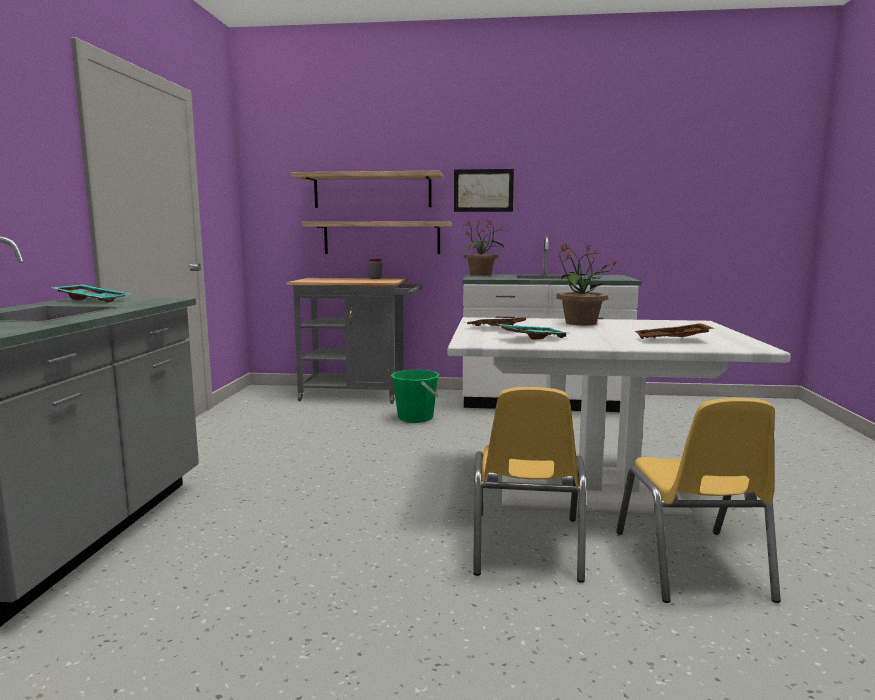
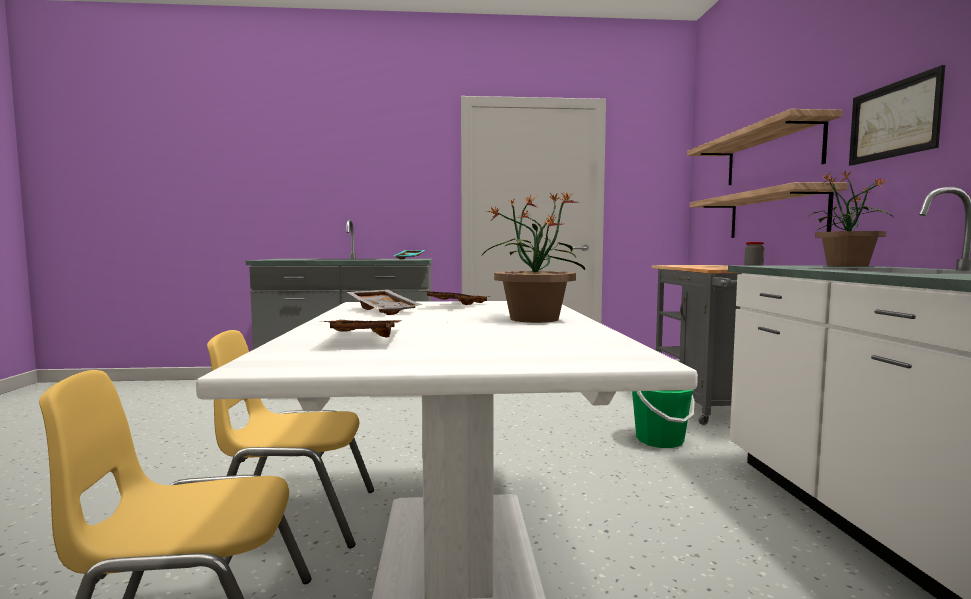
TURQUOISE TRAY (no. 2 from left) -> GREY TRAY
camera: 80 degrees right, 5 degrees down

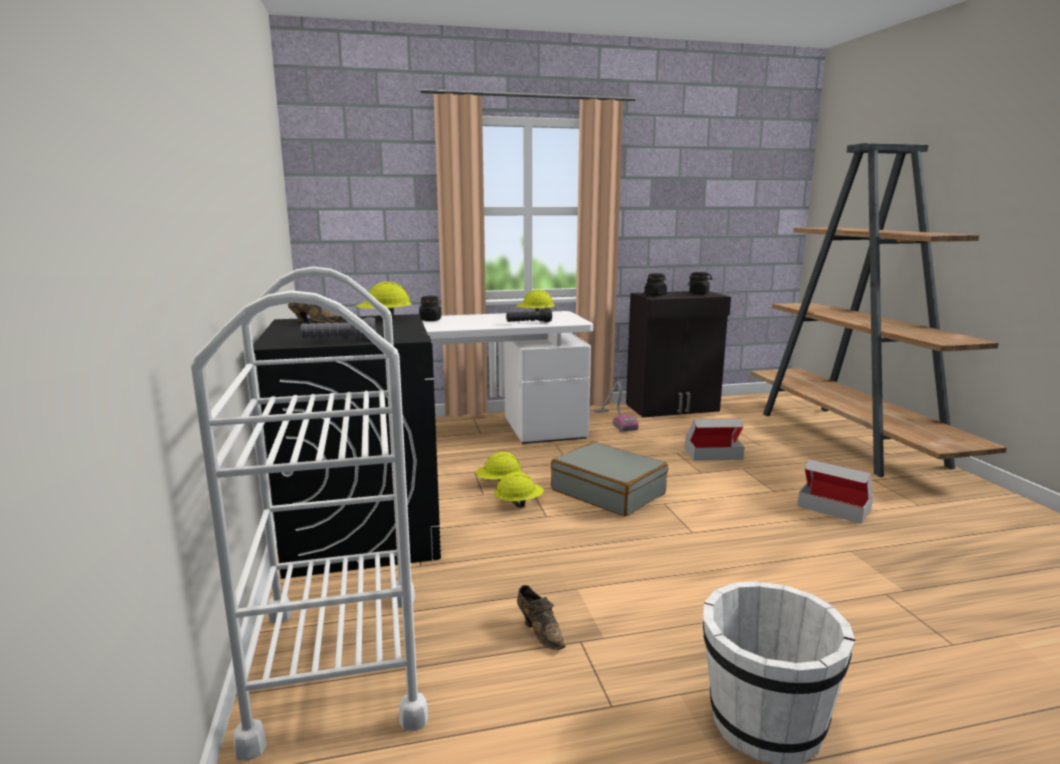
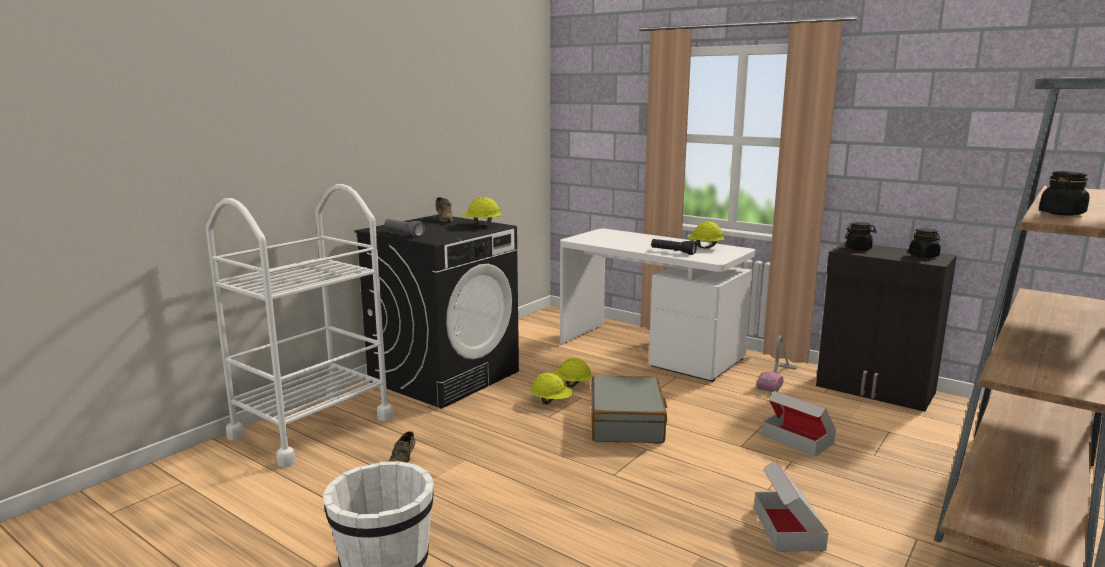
BLACK JAR (no. 1 from left in the first image) -> BLACK JAR (no. 3 from left), relocated
camera: 50 degrees right, 0 degrees up

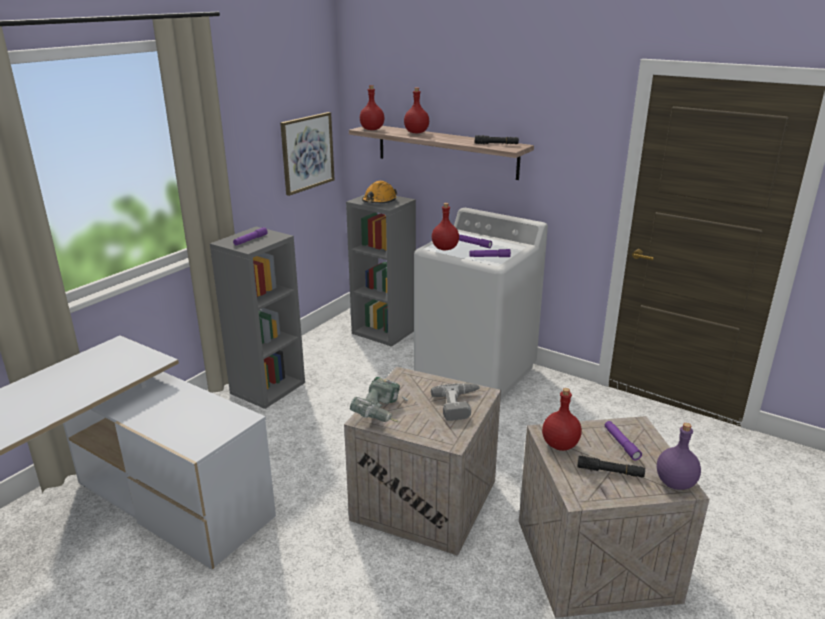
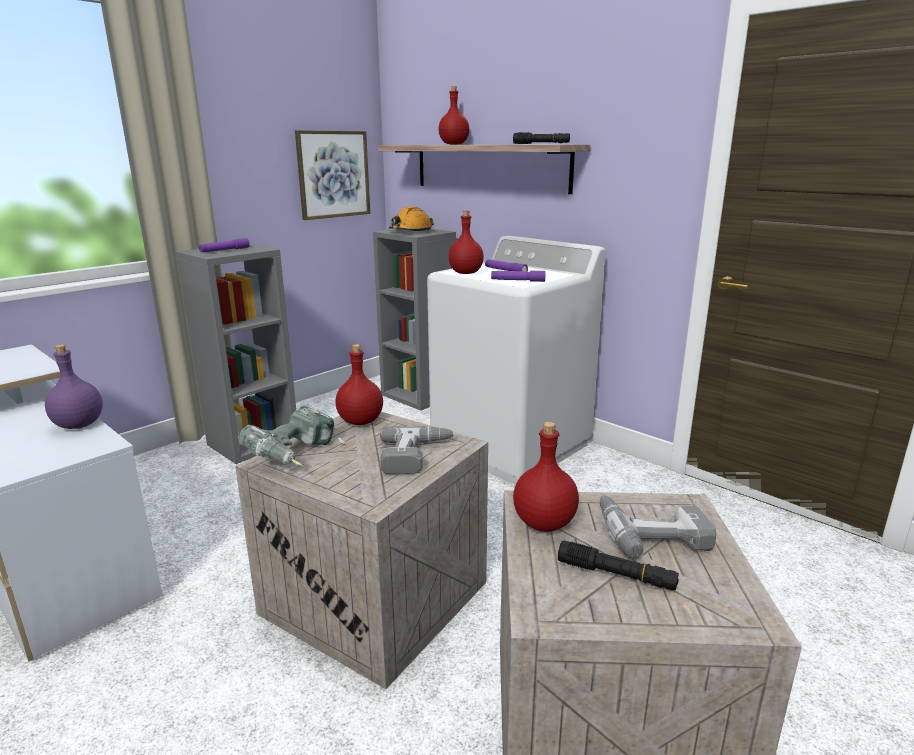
RED BOTTLE (no. 1 from left), relocated
PURPLE FLASHLIGHT (no. 4 from left) -> POWER DRILL (no. 3 from left)
PURPLE BOTTLE, relocated
camera: 10 degrees right, 5 degrees down

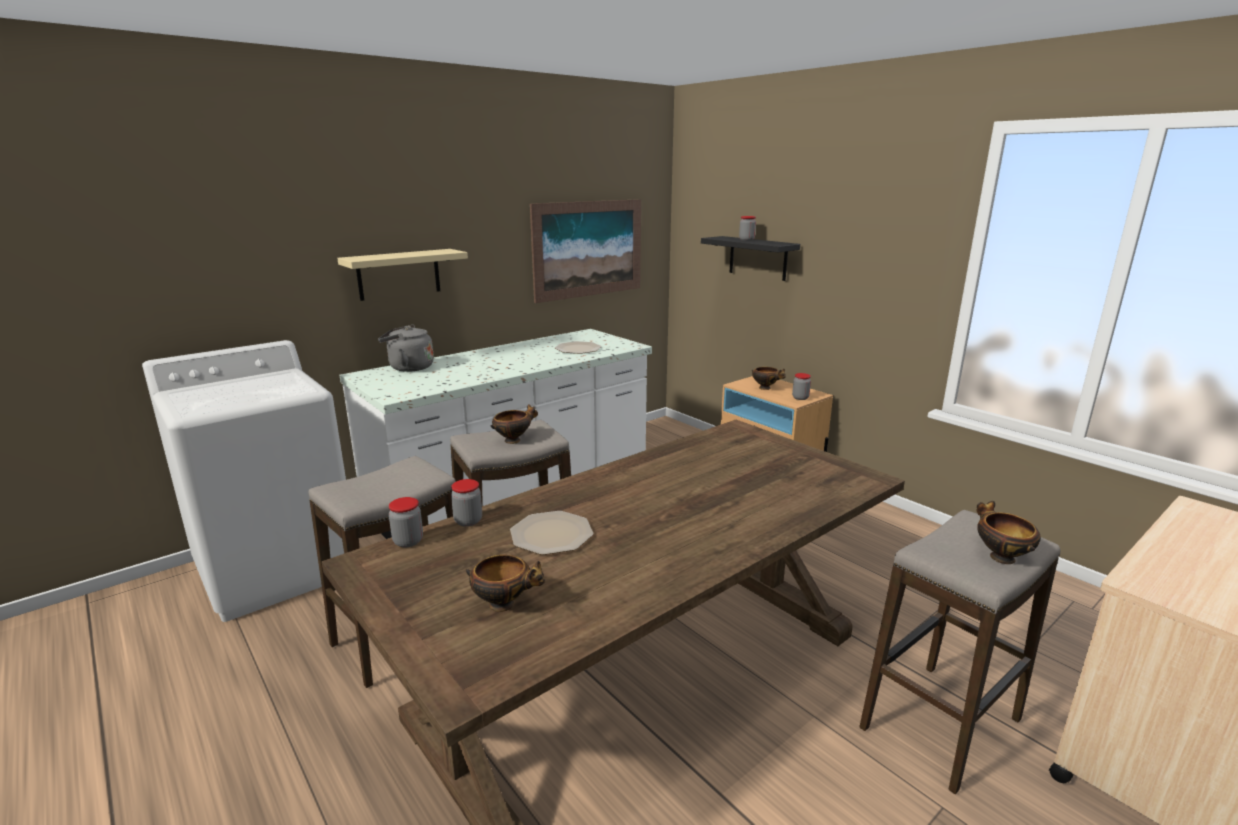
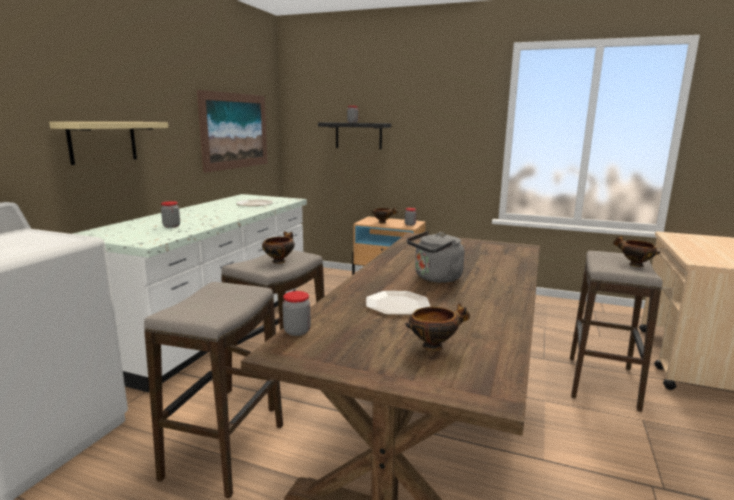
GREY KETTLE, relocated
JAR (no. 2 from left in the first image) -> JAR (no. 1 from left), relocated
camera: 30 degrees left, 5 degrees down

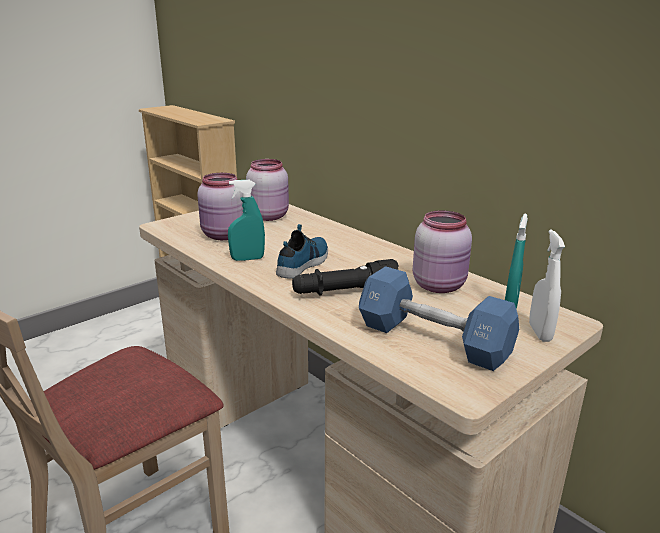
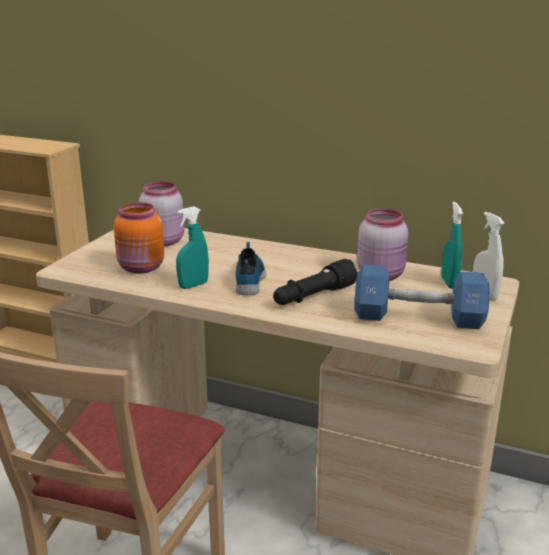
PINK JAR (no. 1 from left) -> ORANGE JAR
camera: 25 degrees left, 0 degrees up

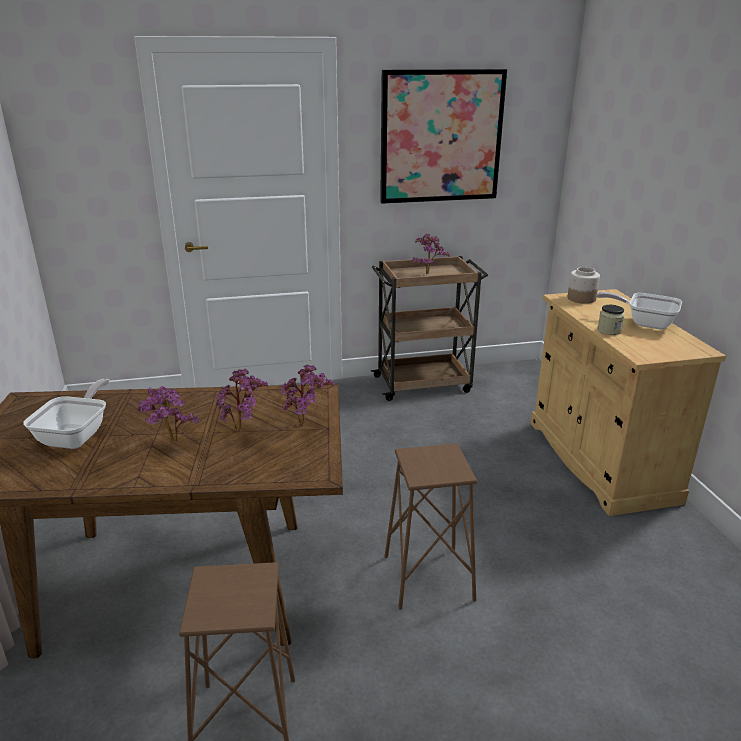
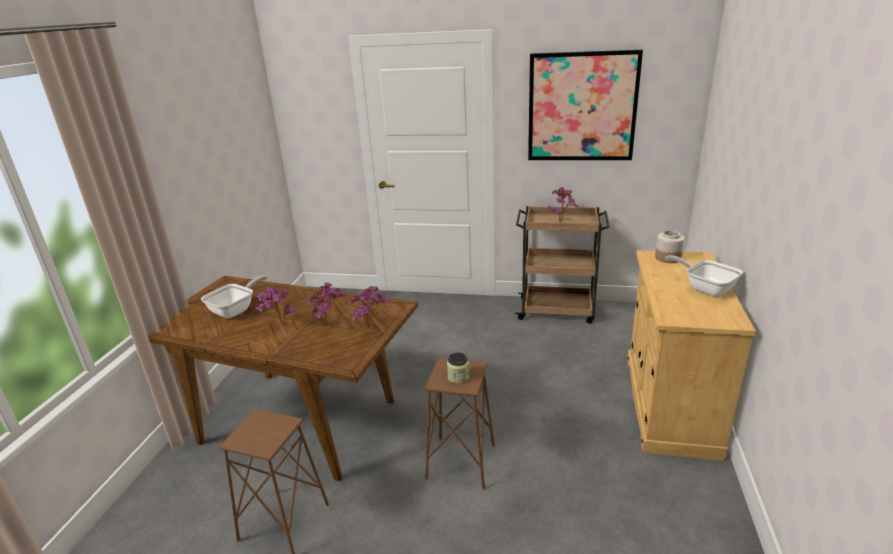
JAR (no. 2 from left in the first image) -> JAR (no. 1 from left), relocated
camera: 25 degrees right, 0 degrees up

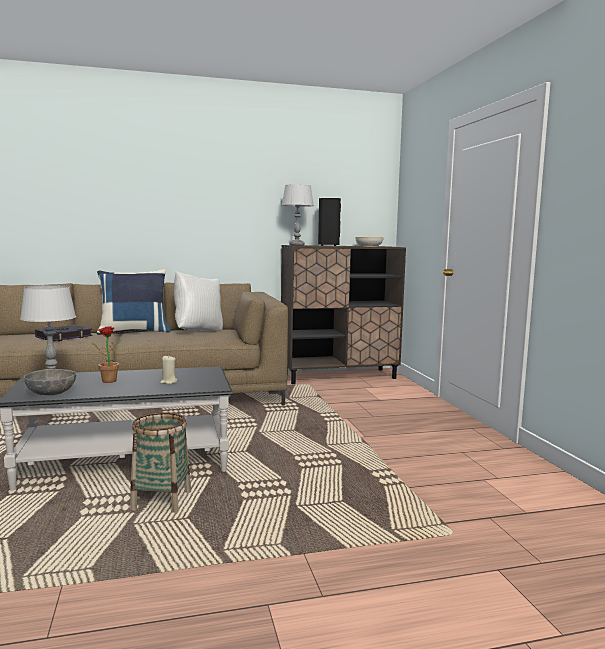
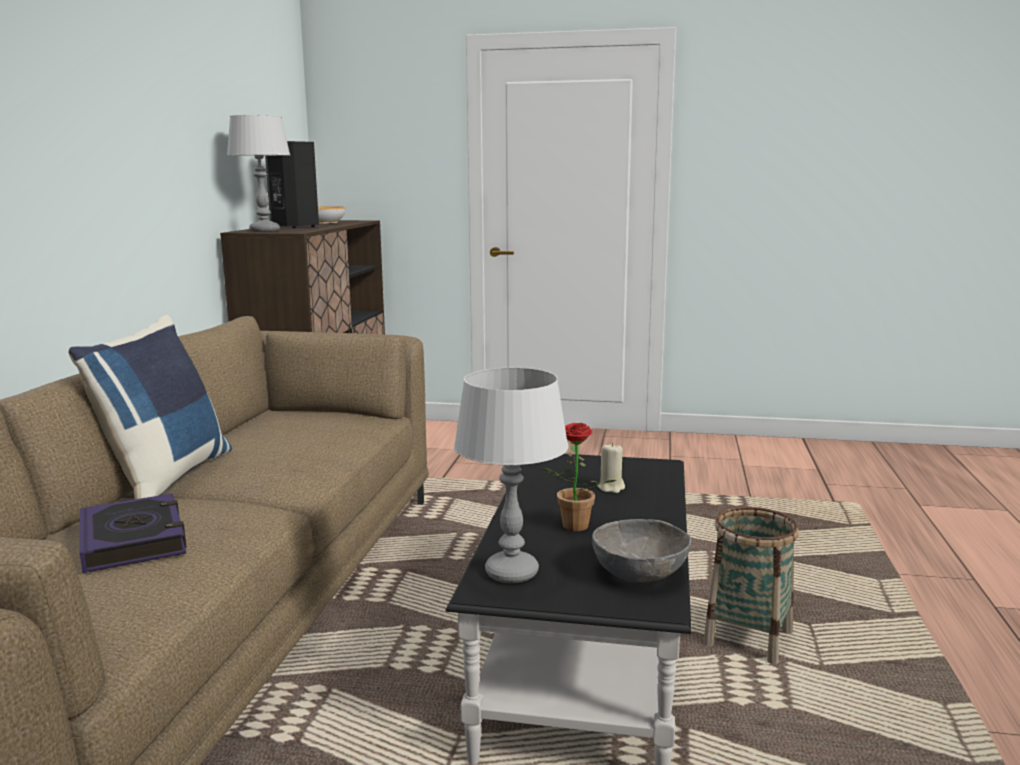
WHITE PILLOW -> none
camera: 65 degrees left, 5 degrees up

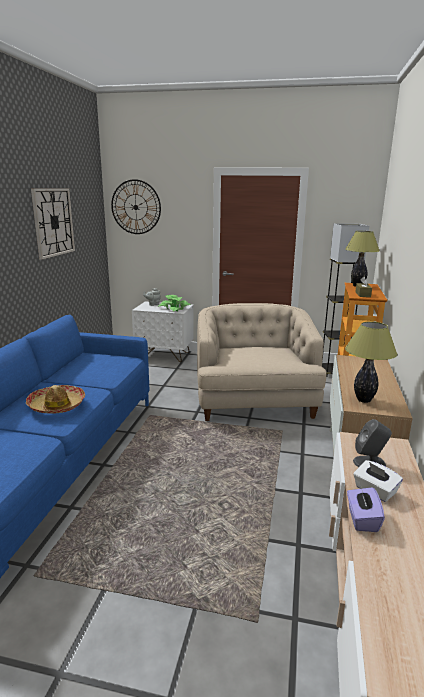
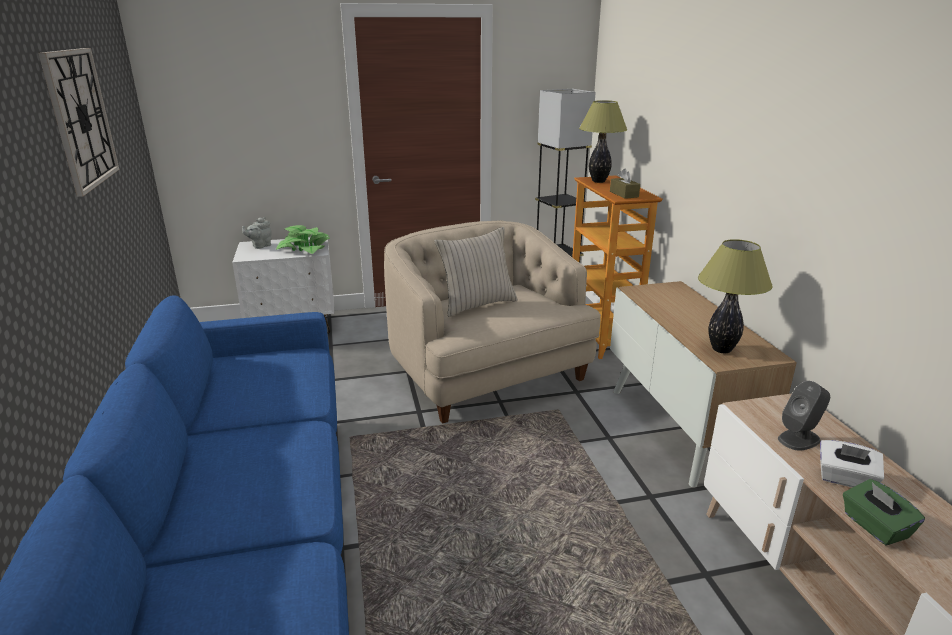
WALL CLOCK (no. 2 from left) -> none
HAT -> none
PURPLE TISSUE BOX -> GREEN TISSUE BOX
none -> BEIGE PILLOW
camera: 25 degrees left, 5 degrees up

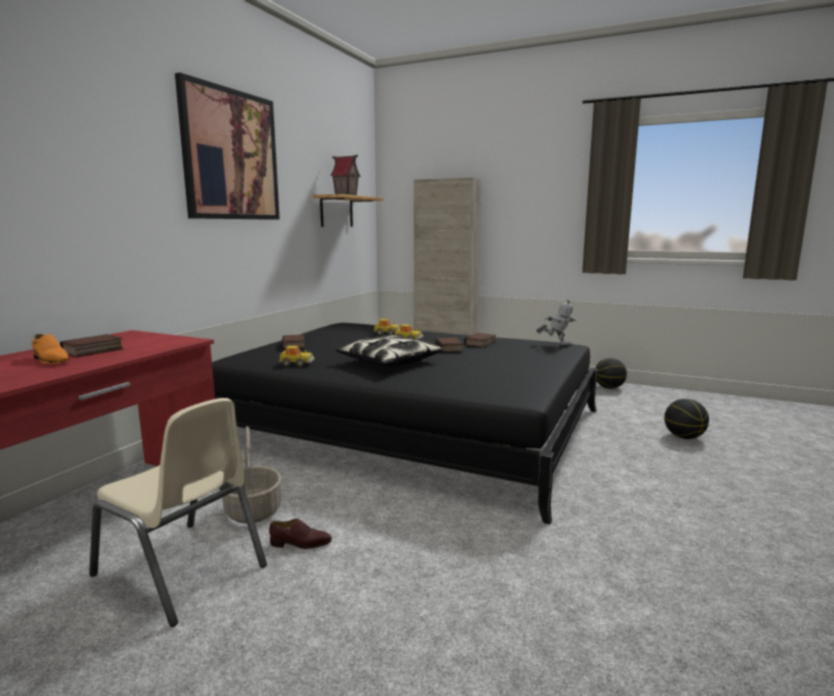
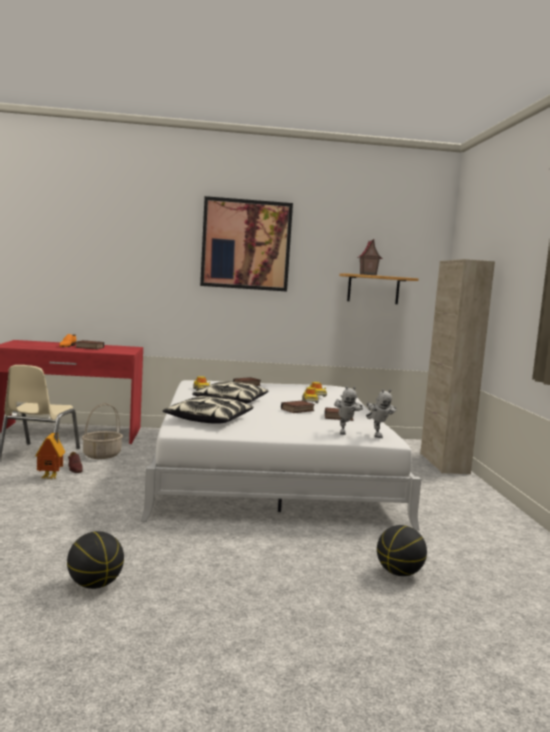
BLACK BED -> WHITE BED
BASKETBALL (no. 1 from left), relocated
none -> TOY ROBOT (no. 1 from left)
none -> PILLOW (no. 1 from left)
none -> TOY HOUSE (no. 1 from left)
camera: 60 degrees right, 5 degrees down

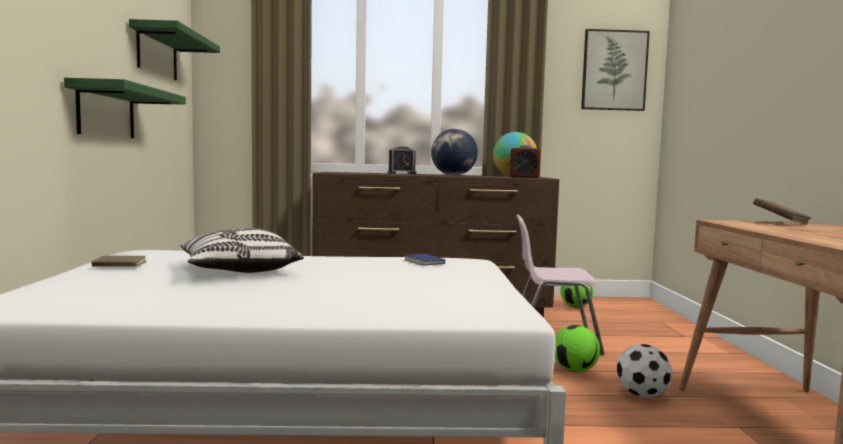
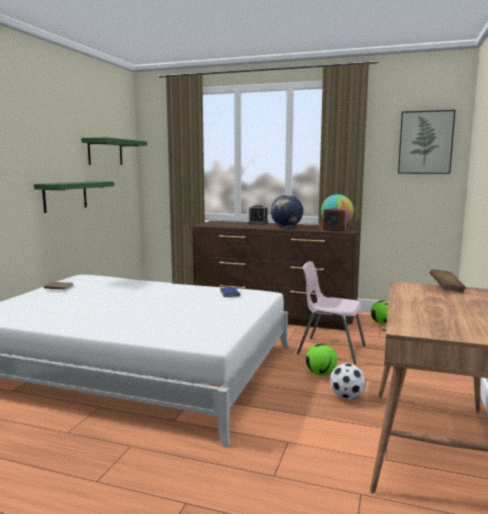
PILLOW -> none
camera: 20 degrees right, 5 degrees up

